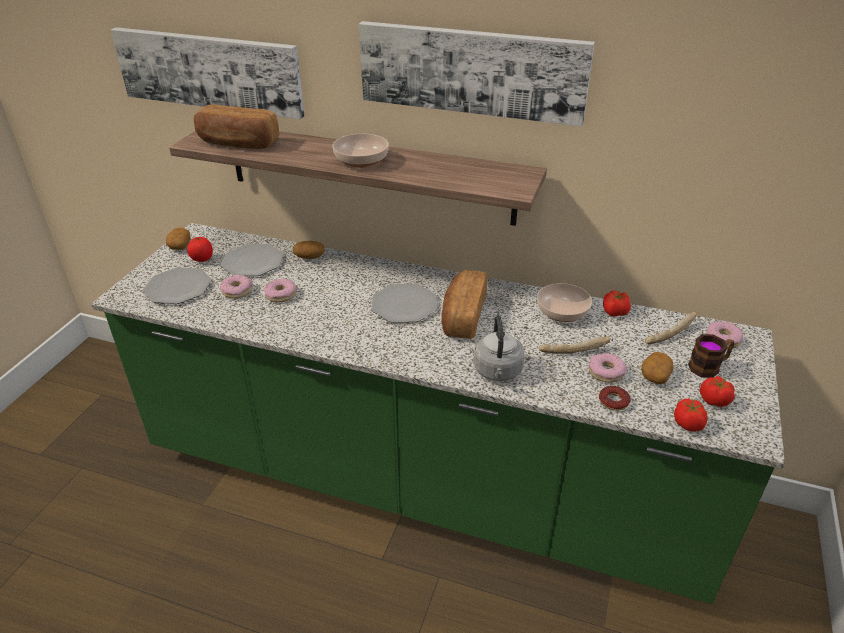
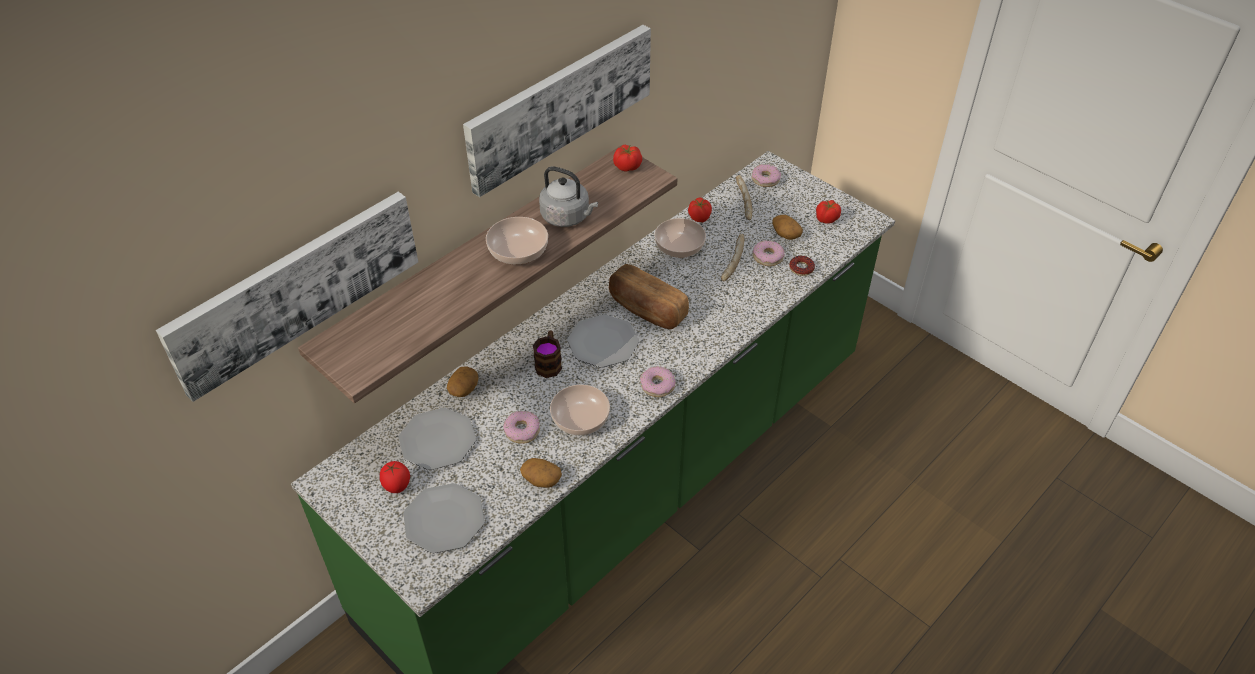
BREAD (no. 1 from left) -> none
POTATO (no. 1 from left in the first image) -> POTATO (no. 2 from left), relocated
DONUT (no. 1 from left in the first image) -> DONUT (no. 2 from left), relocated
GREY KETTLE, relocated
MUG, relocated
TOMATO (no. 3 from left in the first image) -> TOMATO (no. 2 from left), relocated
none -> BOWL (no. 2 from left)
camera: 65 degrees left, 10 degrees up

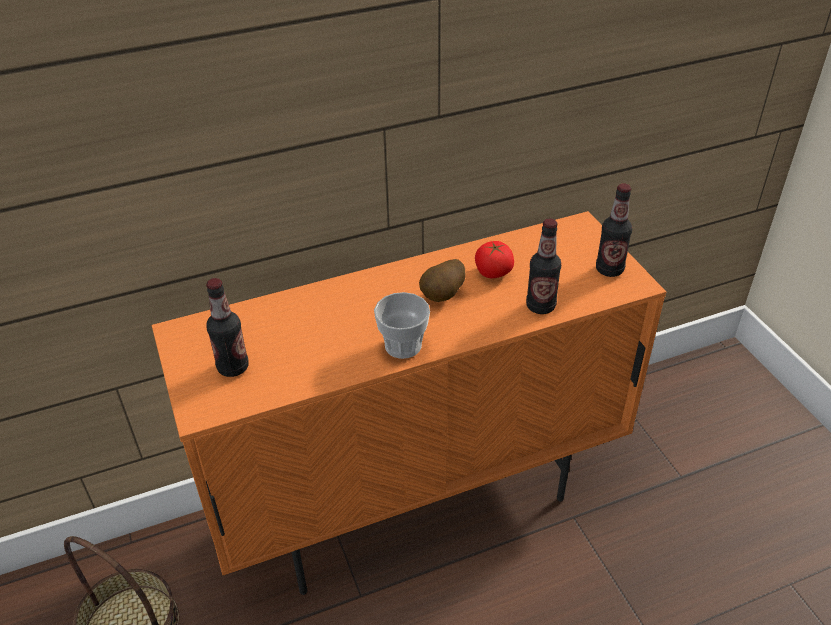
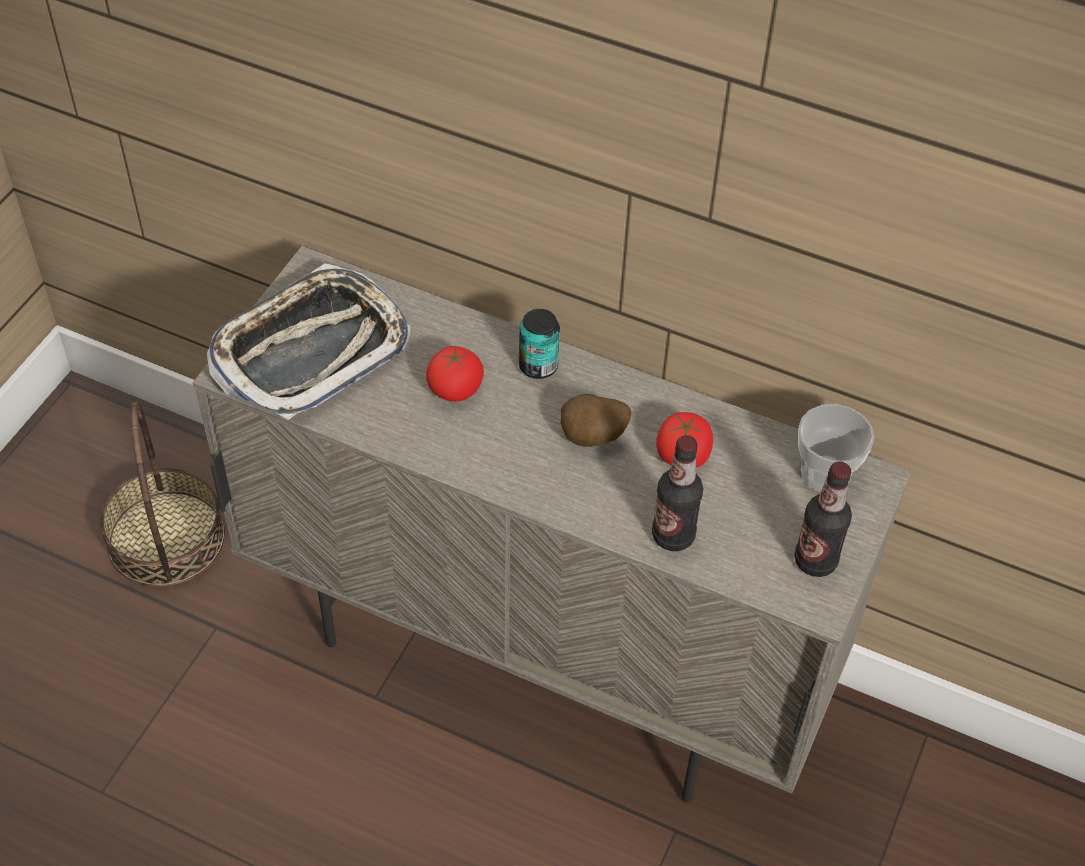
ORANGE CABINET -> BEIGE CABINET
BOTTLE (no. 1 from left) -> TRAY
CUP, relocated
none -> CAN
none -> TOMATO (no. 1 from left)
camera: 45 degrees right, 10 degrees up

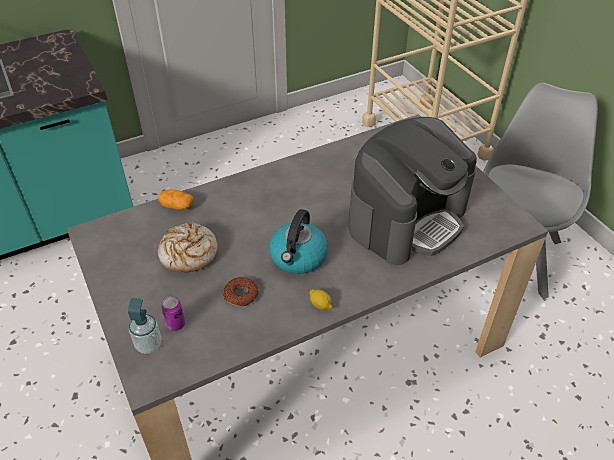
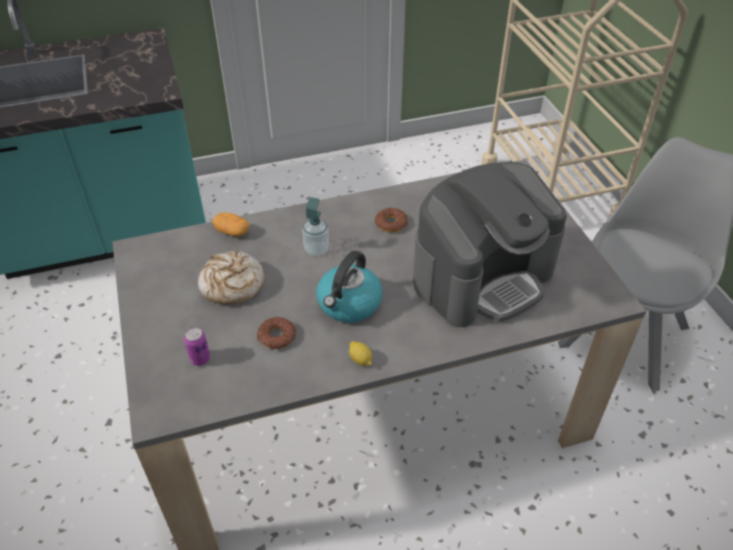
SOAP DISPENSER, relocated
none -> DONUT (no. 2 from left)
camera: 10 degrees right, 0 degrees up

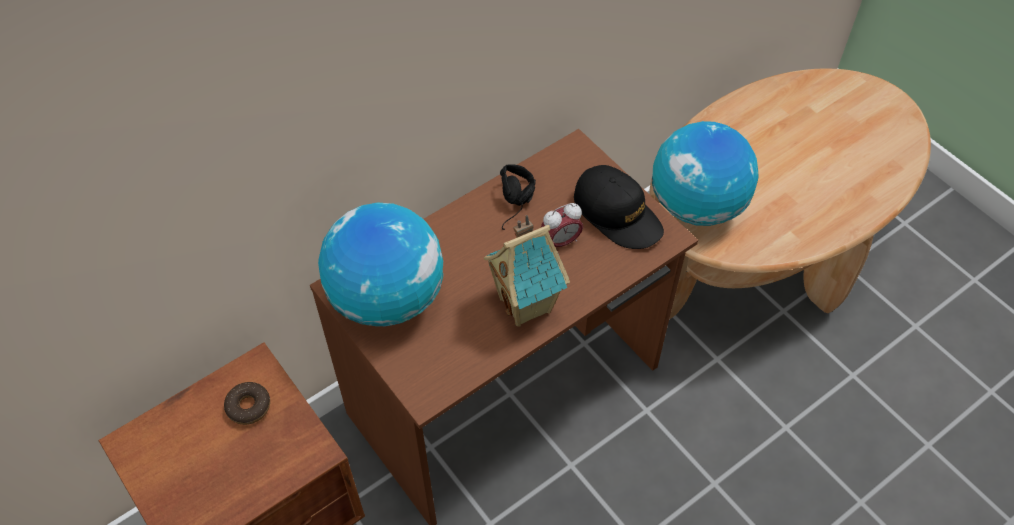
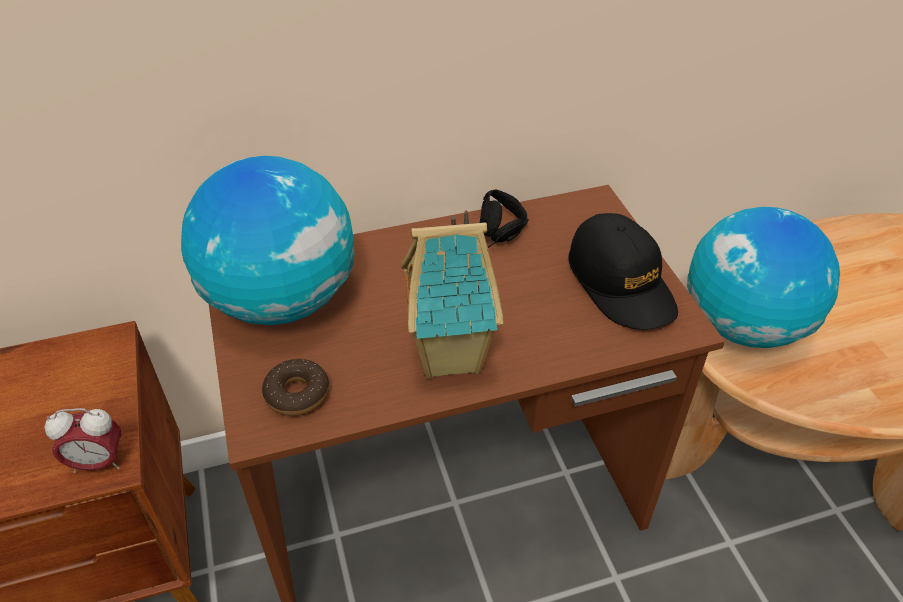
ALARM CLOCK, relocated
DONUT, relocated
camera: 20 degrees right, 10 degrees down

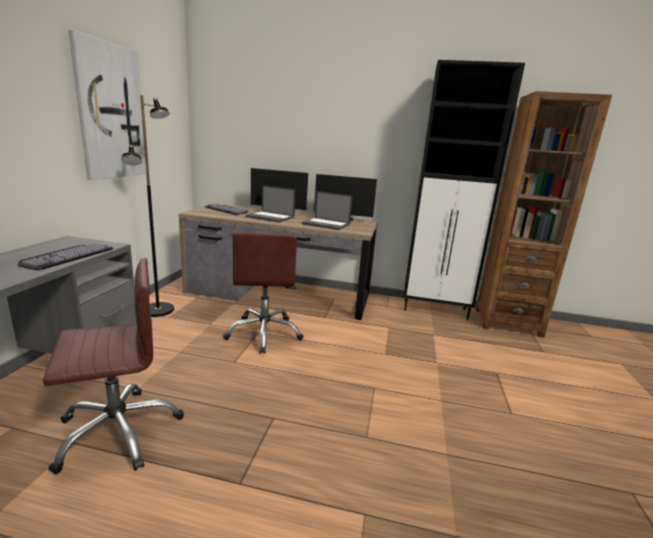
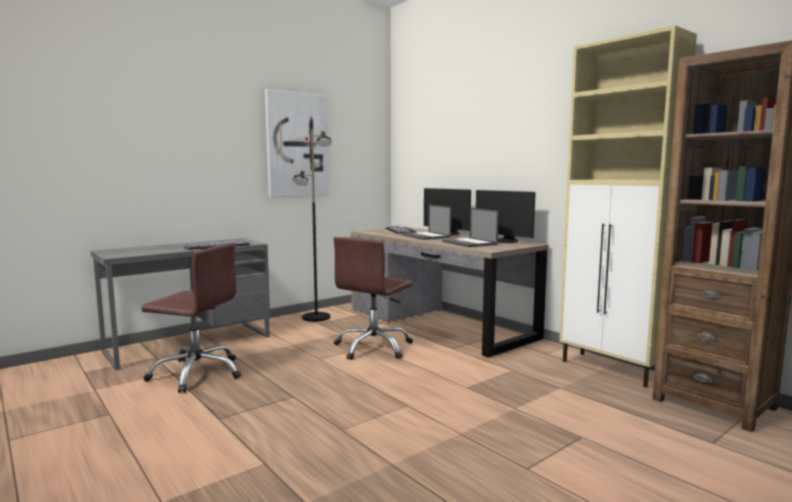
BLACK CABINET -> BEIGE CABINET
camera: 40 degrees right, 10 degrees down

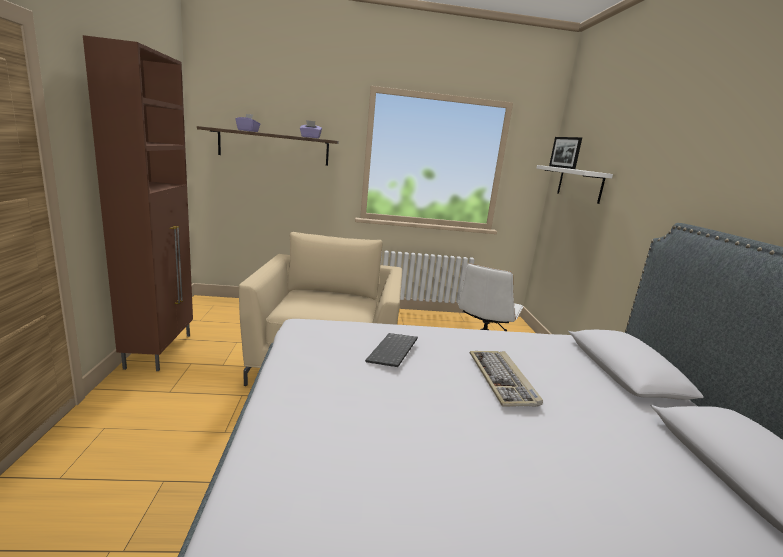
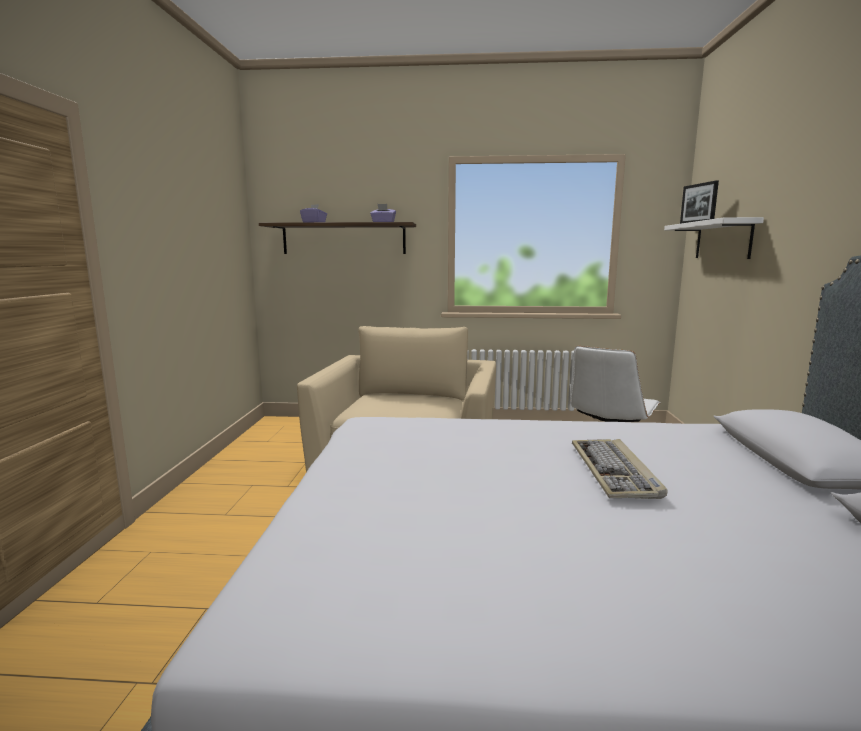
BROWN CABINET -> none
KEYBOARD (no. 1 from left) -> none
camera: 10 degrees right, 5 degrees down

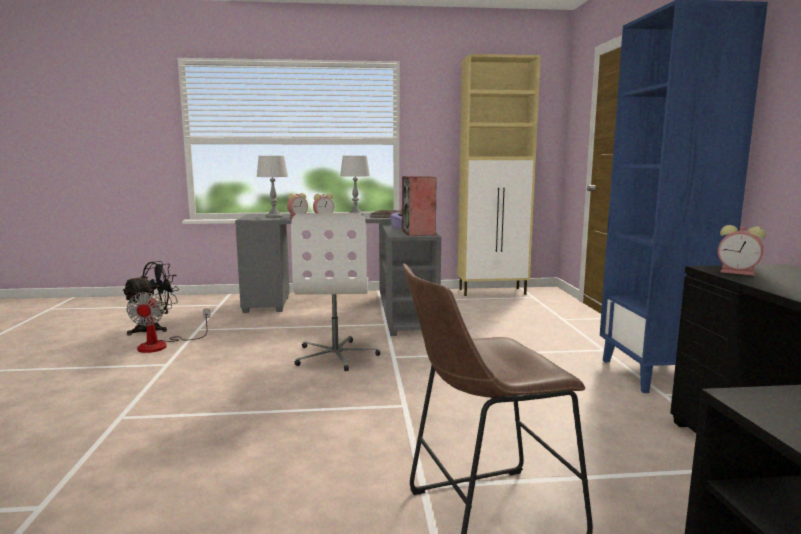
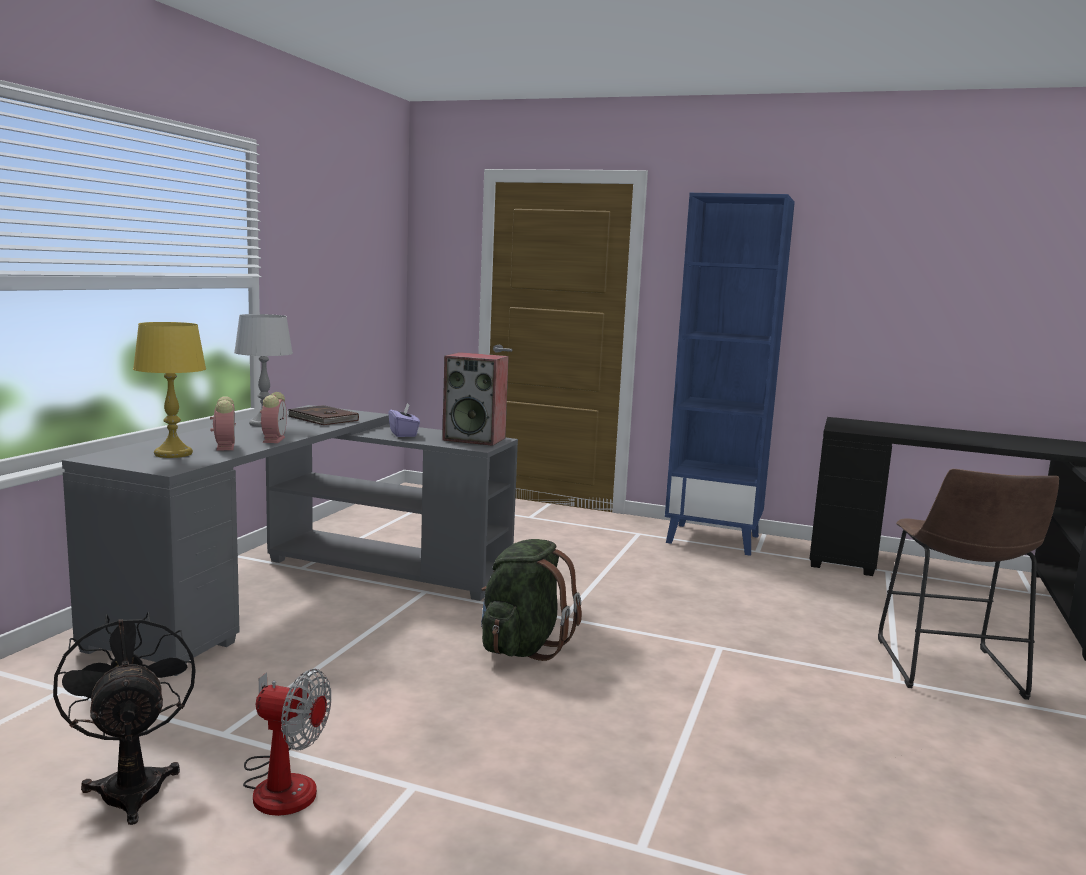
BEIGE CABINET -> none
GREY TABLE LAMP (no. 1 from left) -> YELLOW TABLE LAMP
WHITE OFFICE CHAIR -> GREEN BACKPACK
ALARM CLOCK (no. 3 from left) -> none
camera: 65 degrees left, 0 degrees up

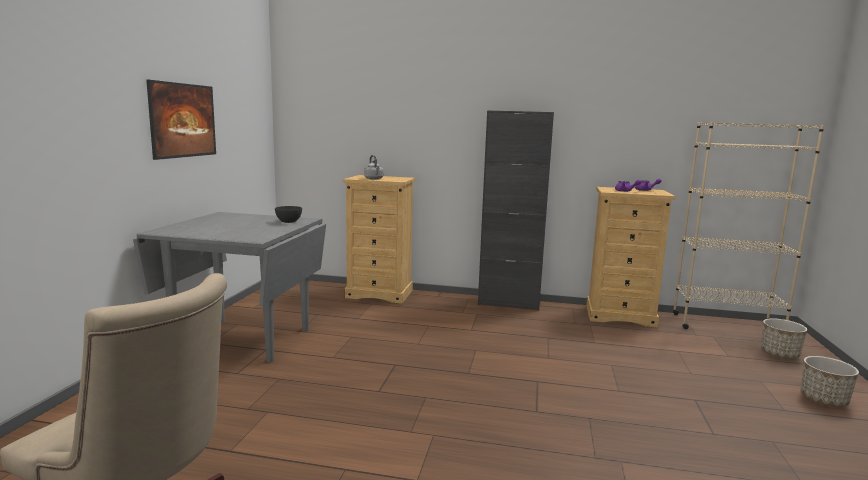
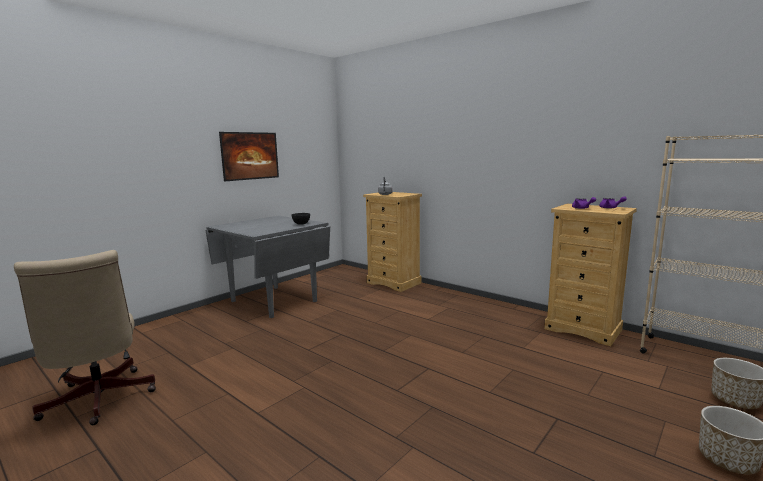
BLACK CABINET -> none
camera: 30 degrees right, 0 degrees up

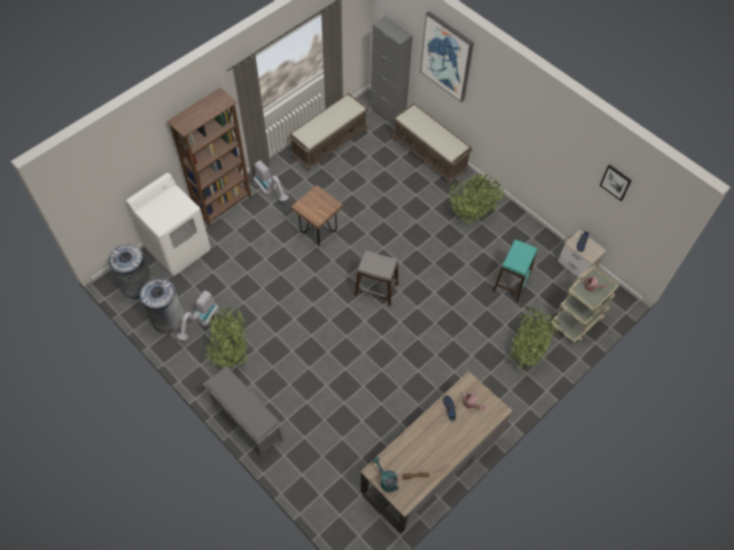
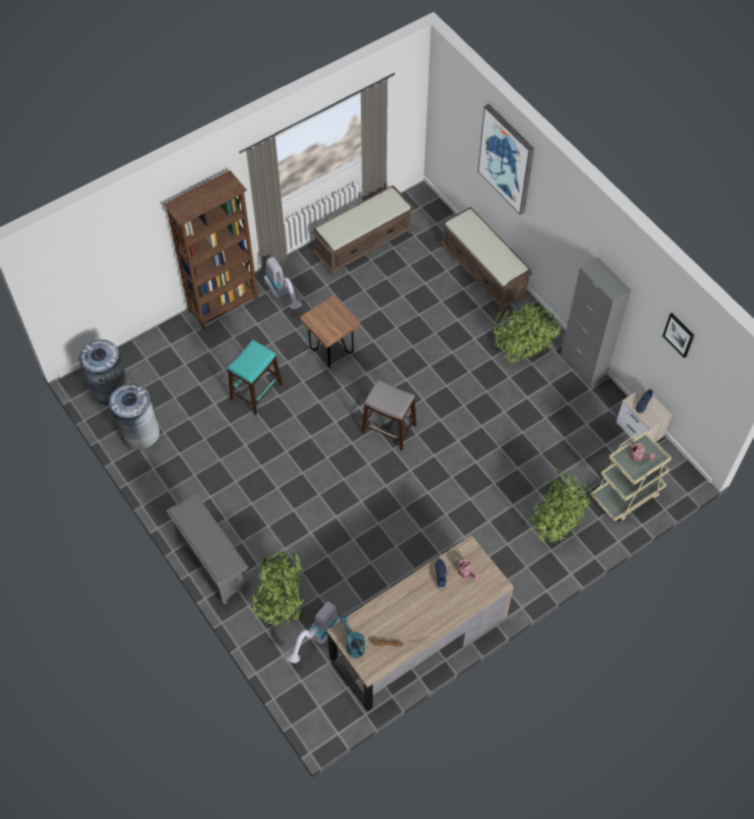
GREY CABINET, relocated
WHITE WASHING MACHINE -> none
TURQUOISE STOOL, relocated
VACUUM CLEANER (no. 1 from left in the first image) -> VACUUM CLEANER (no. 2 from left), relocated
POTTED PLANT (no. 1 from left), relocated
camera: 10 degrees right, 0 degrees up

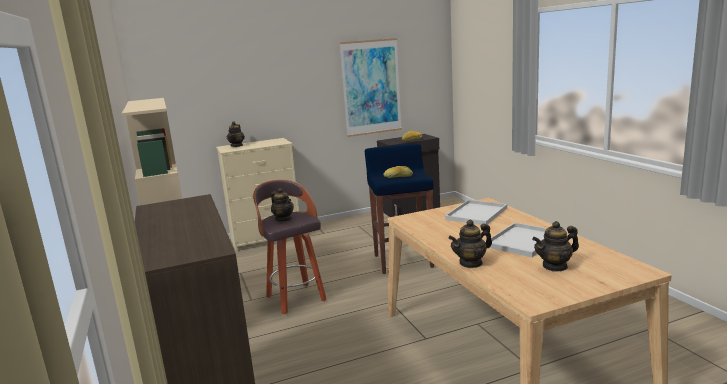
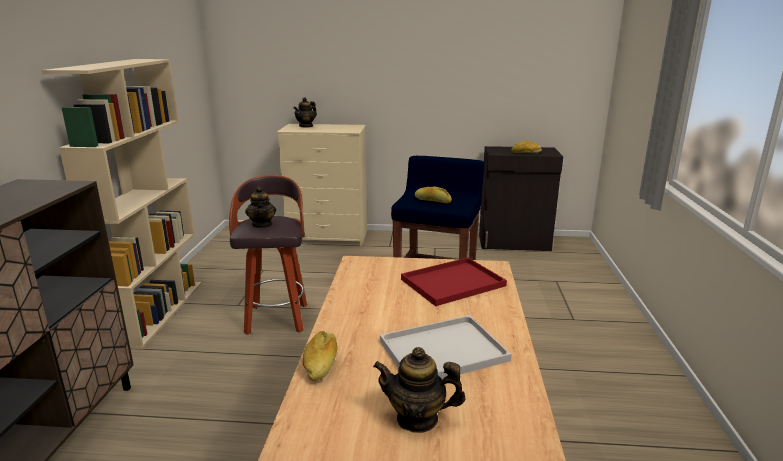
PICTURE -> none
WHITE TRAY (no. 1 from left) -> RED TRAY
TEAPOT (no. 3 from left) -> BREAD (no. 1 from left)
camera: 25 degrees right, 5 degrees up

